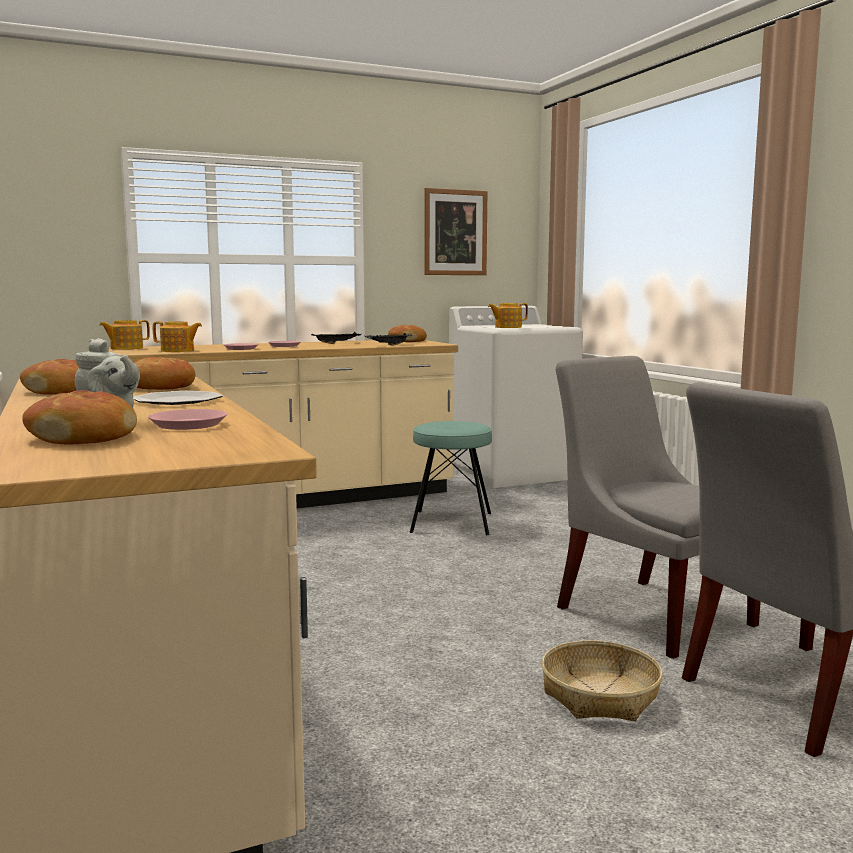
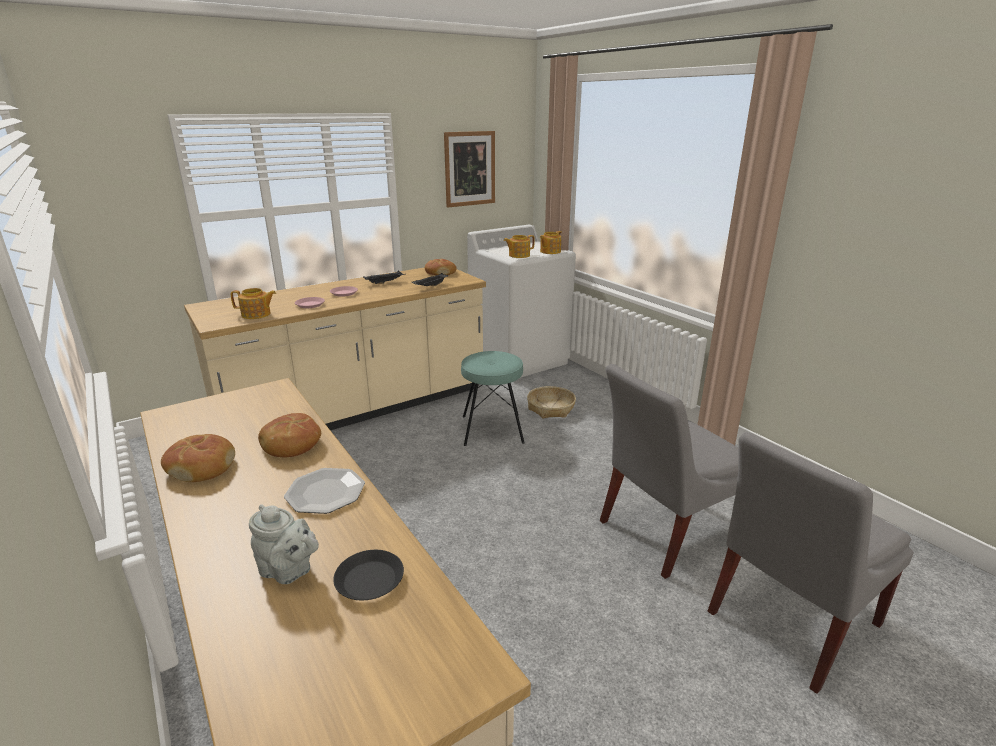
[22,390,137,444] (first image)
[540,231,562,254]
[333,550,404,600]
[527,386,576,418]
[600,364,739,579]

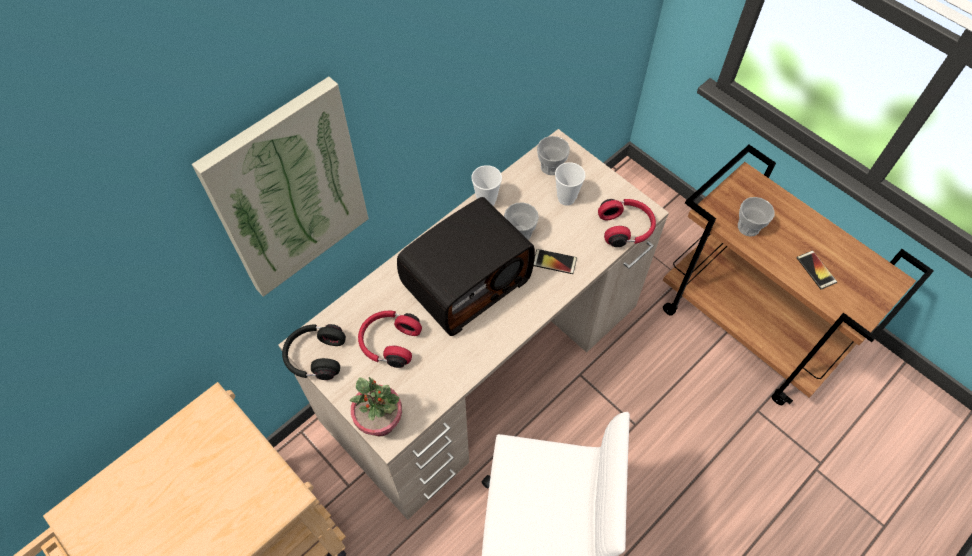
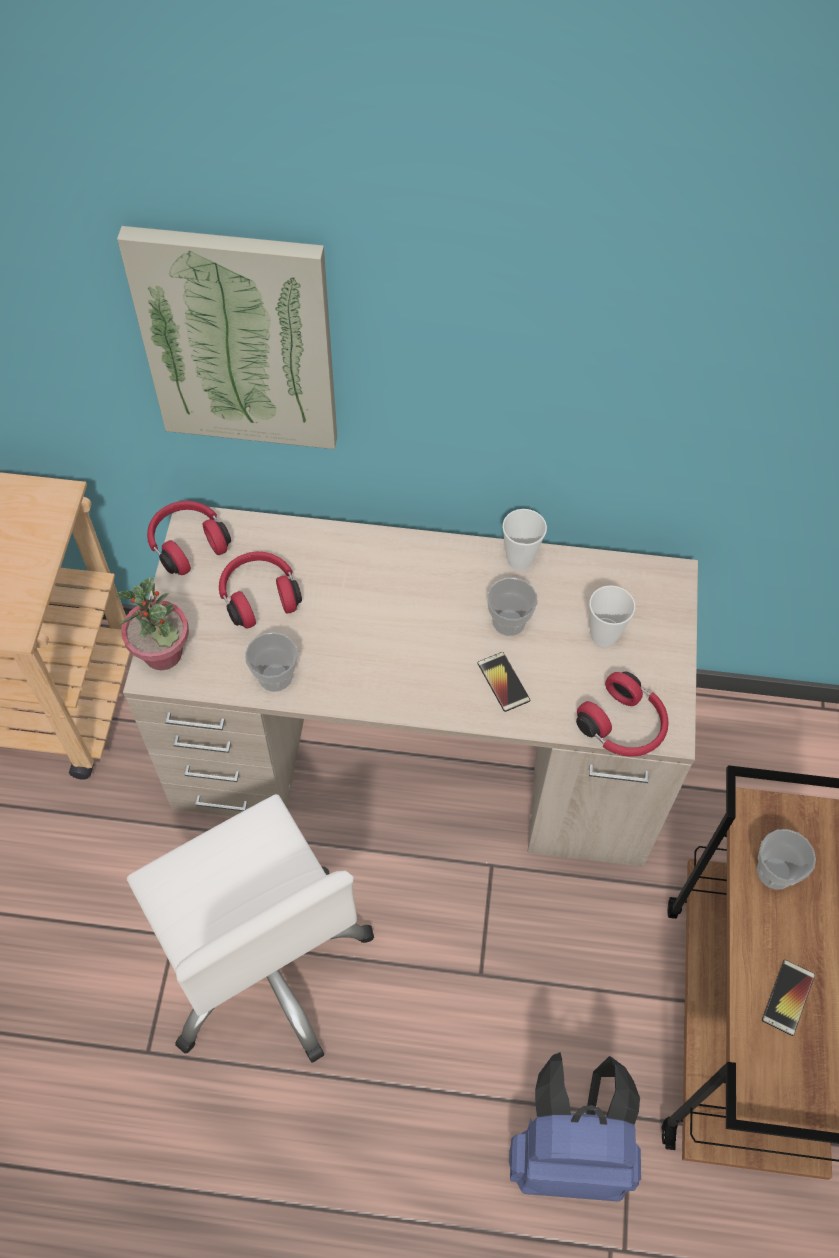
[147,501,231,575]
[397,197,535,336] (first image)
[245,632,297,692]
[509,1052,641,1201]

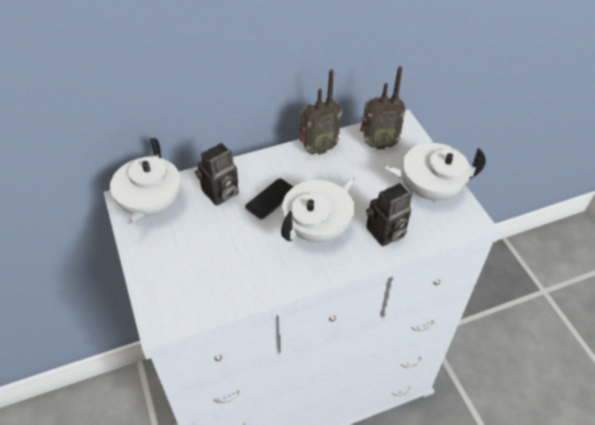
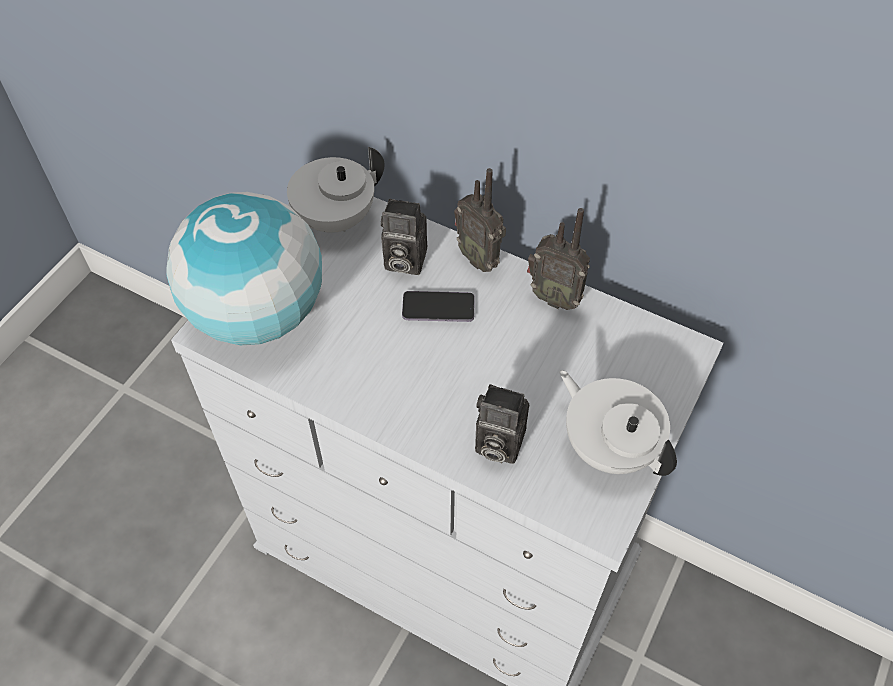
[281,176,355,242] (first image)
[454,168,506,272]
[167,192,322,345]

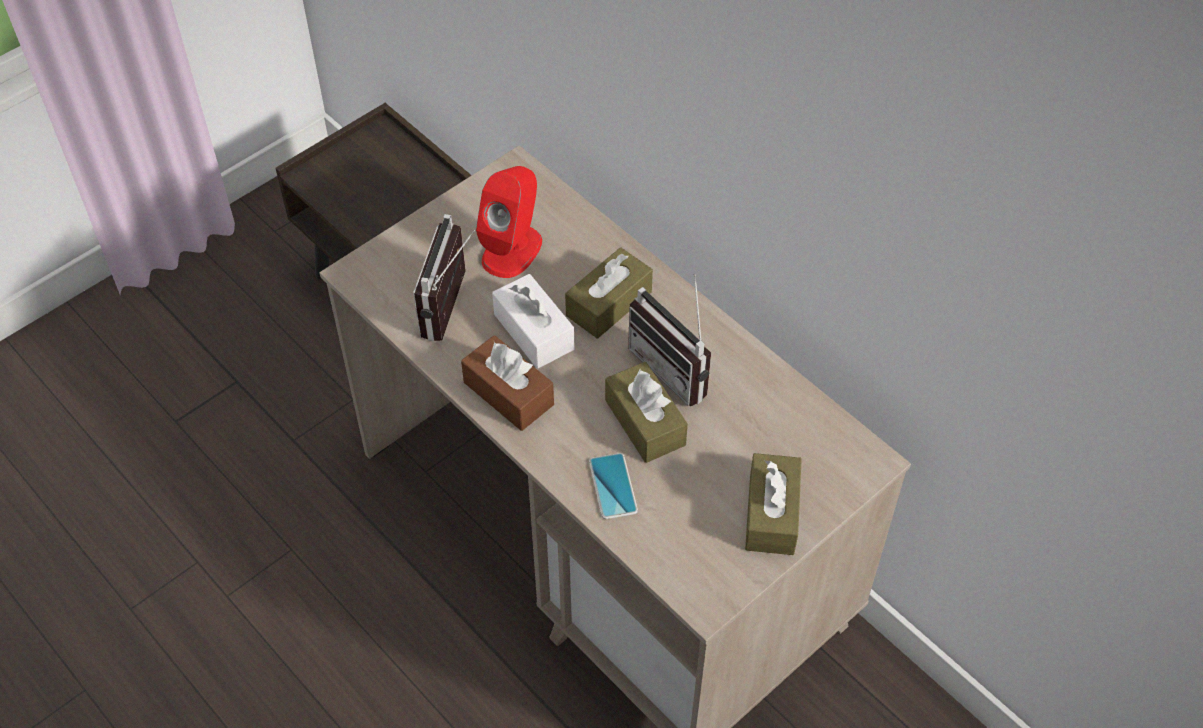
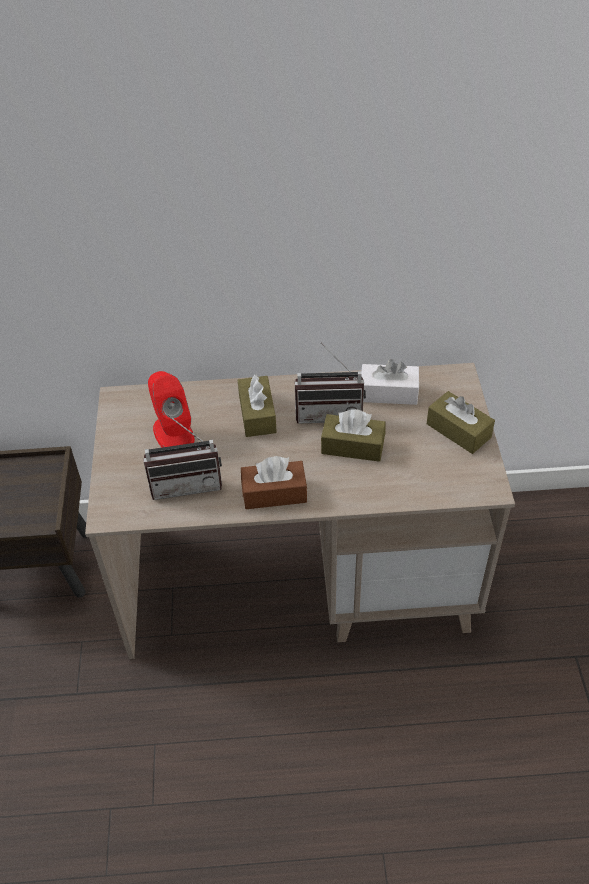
[143,414,222,500]
[361,359,419,405]
[589,453,638,519] (first image)

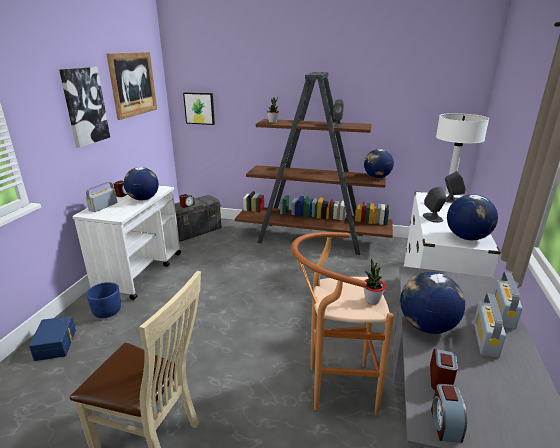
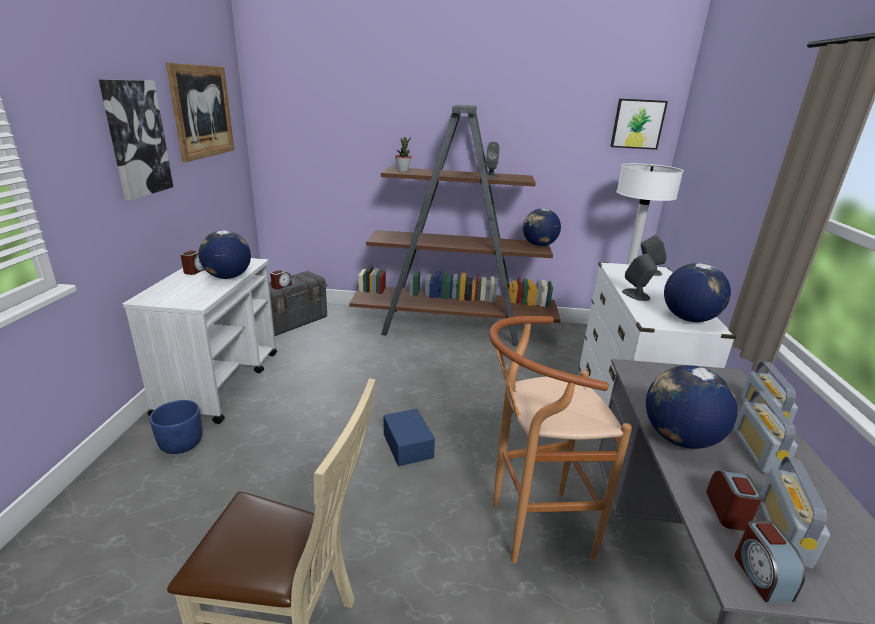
[384,409,435,466]
[760,456,830,569]
[610,99,668,150]
[363,258,386,305] (first image)

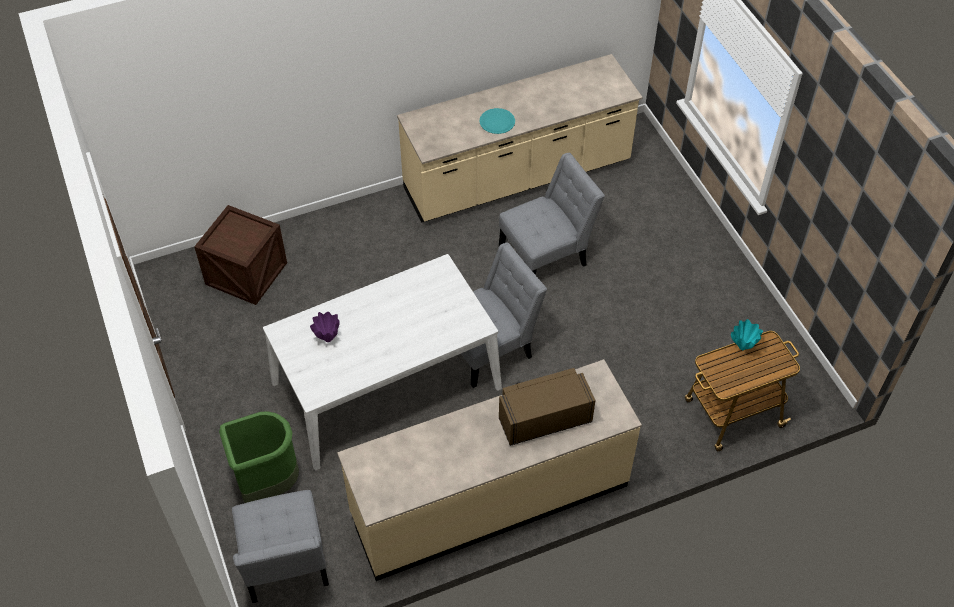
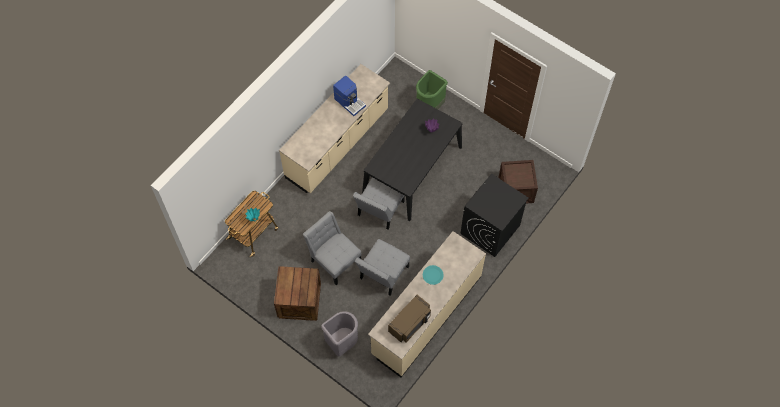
[303,211,362,285]
[362,99,462,221]
[388,295,431,342]
[274,266,321,321]
[321,311,358,356]
[333,76,366,116]
[460,174,529,257]

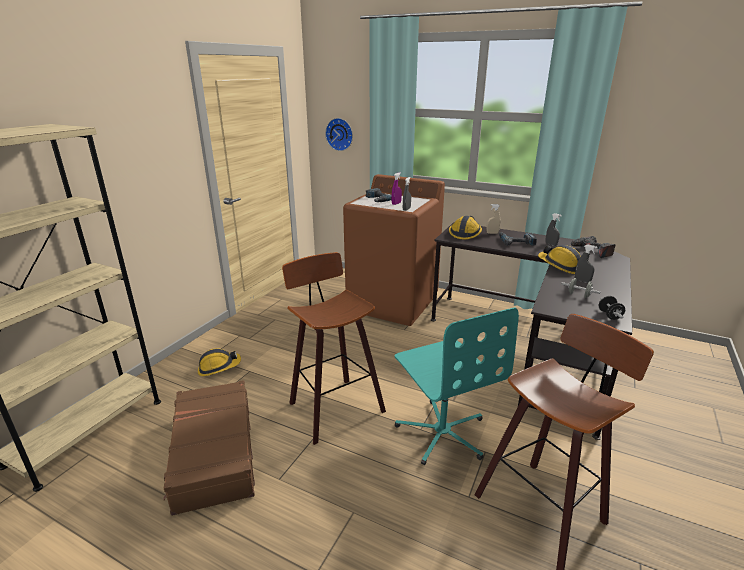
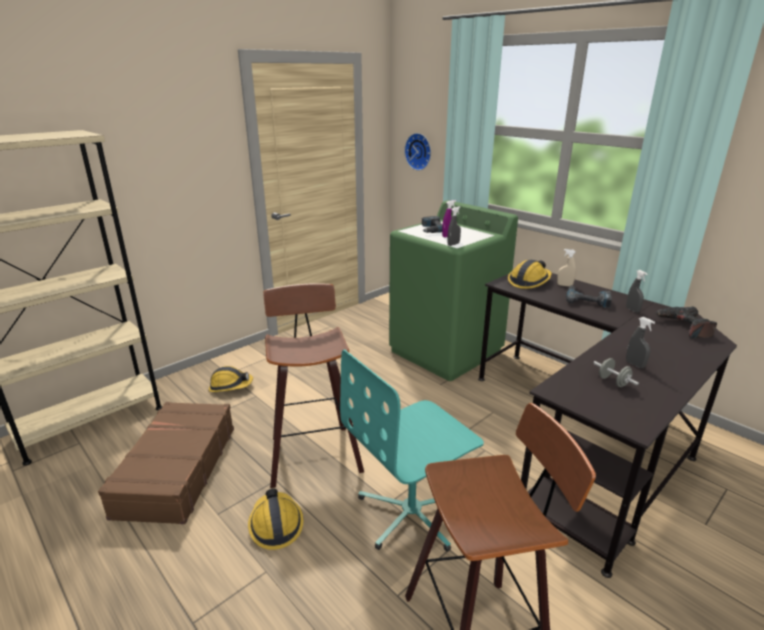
[389,200,518,381]
[340,349,484,552]
[248,489,304,550]
[599,296,625,320] (first image)

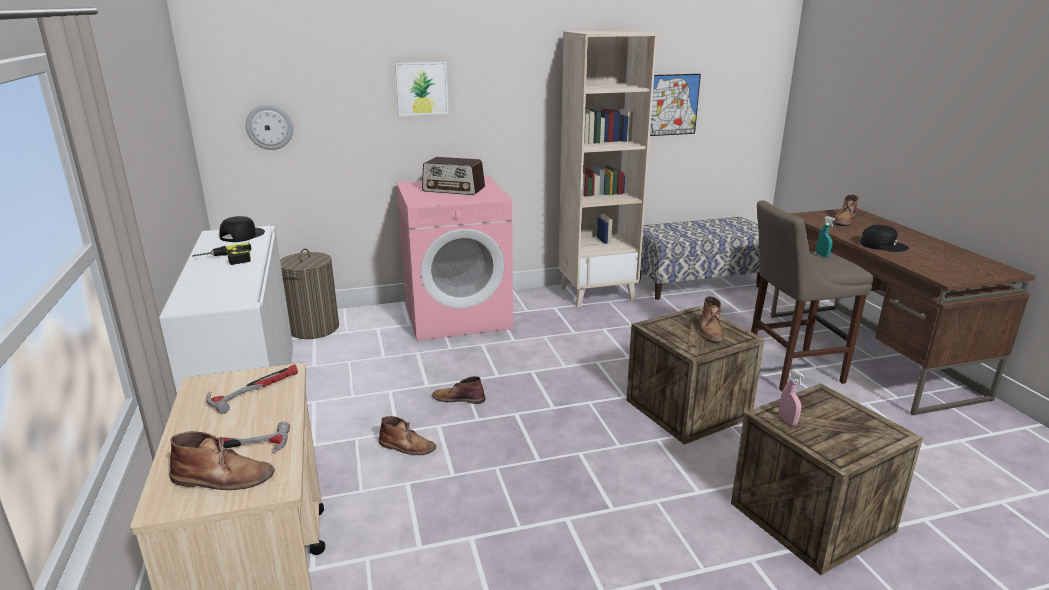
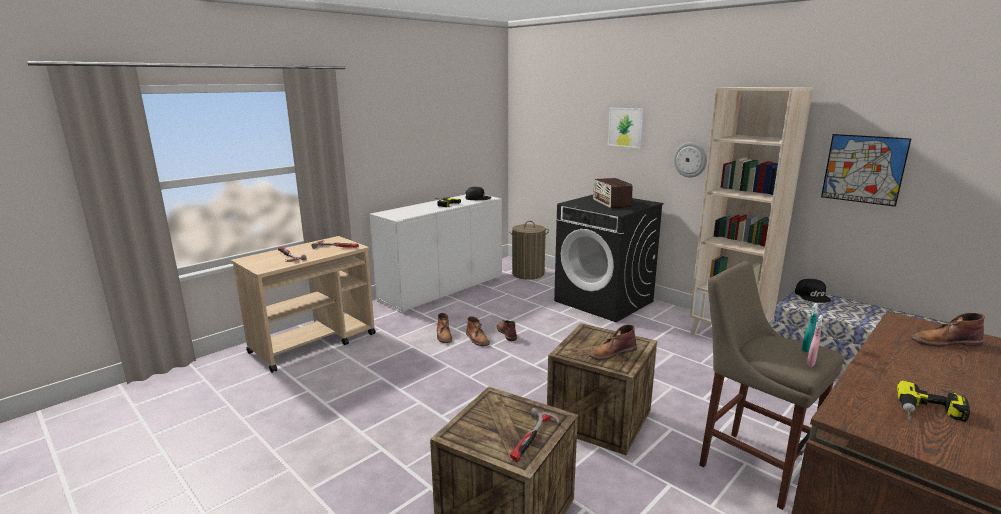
[466,316,490,346]
[674,142,707,178]
[554,195,664,322]
[806,315,823,367]
[795,279,831,303]
[510,408,560,462]
[897,380,970,422]

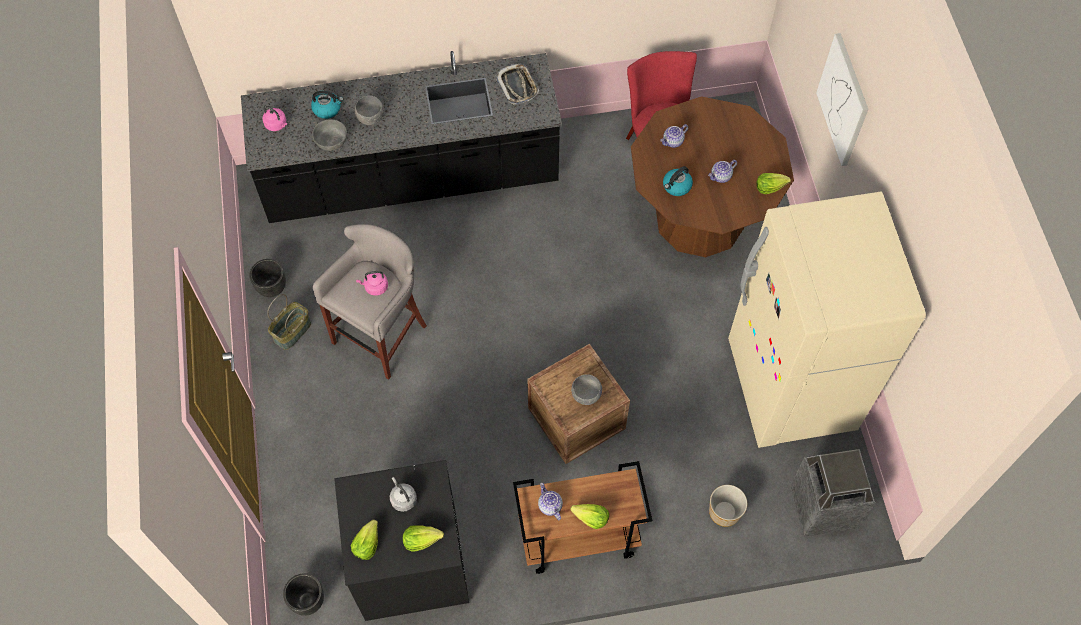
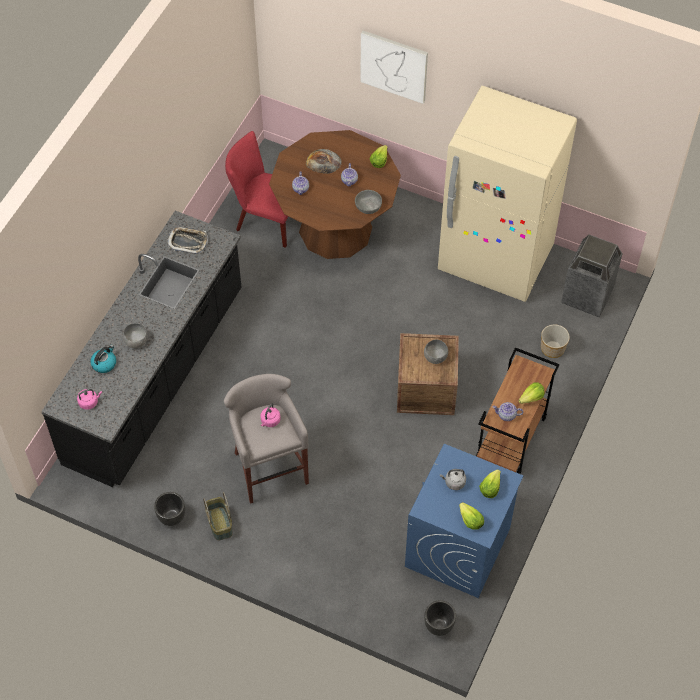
[355,190,382,214]
[405,444,523,598]
[663,166,693,196] (first image)
[306,149,342,174]

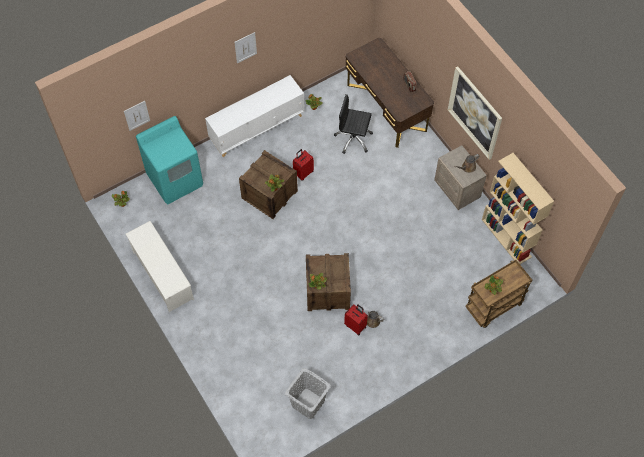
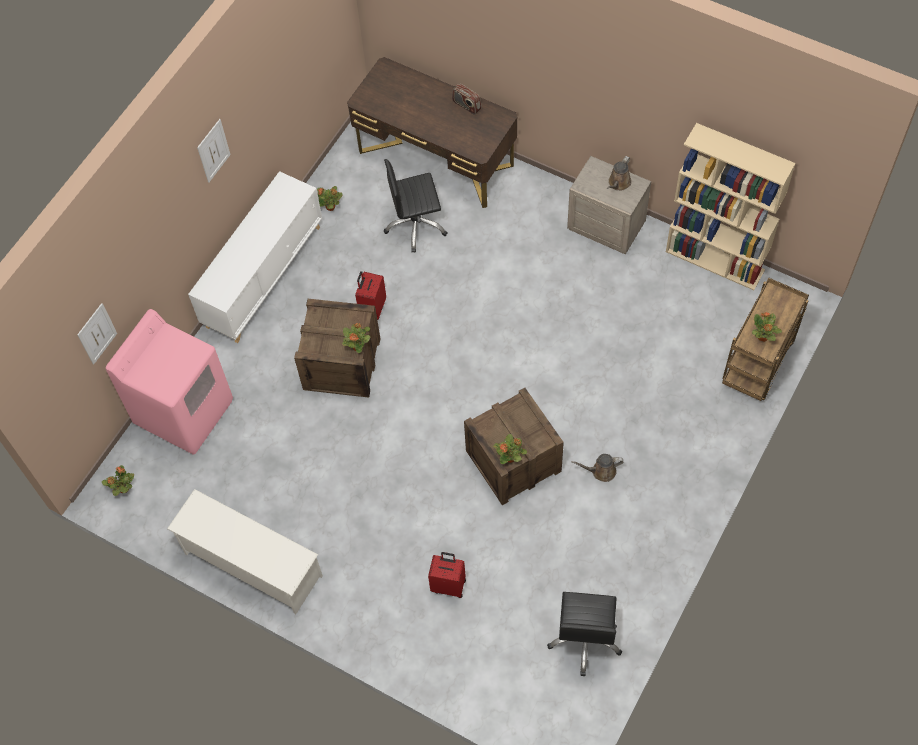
[106,309,233,455]
[547,592,622,676]
[428,552,466,598]
[448,67,502,160] (first image)

